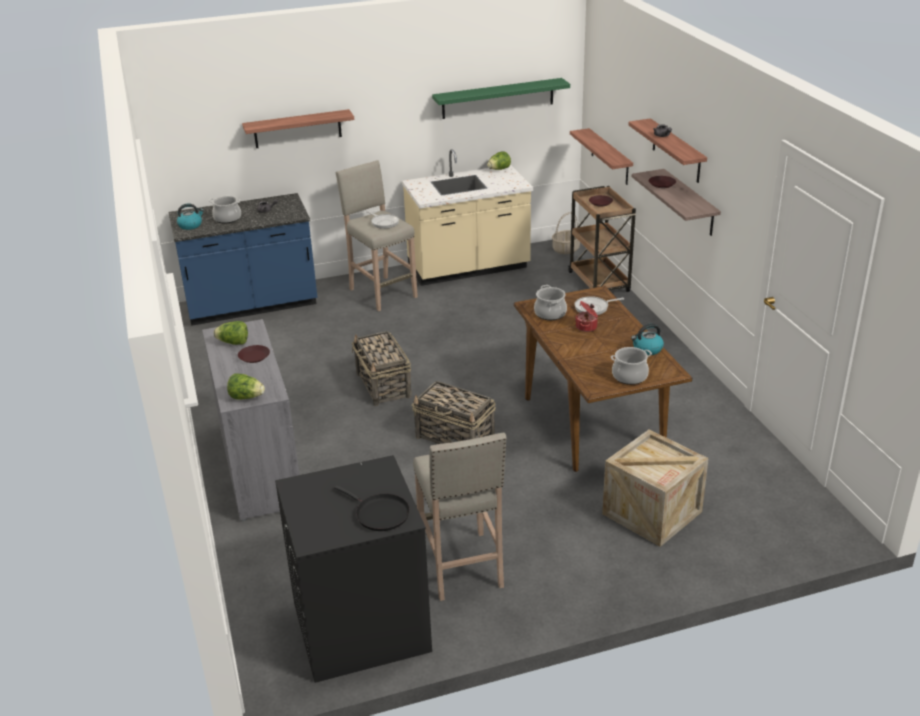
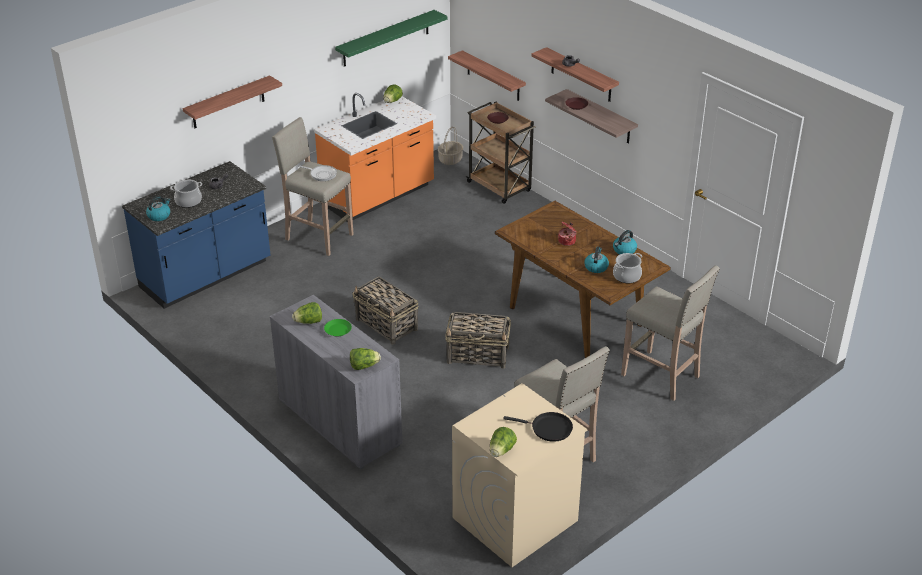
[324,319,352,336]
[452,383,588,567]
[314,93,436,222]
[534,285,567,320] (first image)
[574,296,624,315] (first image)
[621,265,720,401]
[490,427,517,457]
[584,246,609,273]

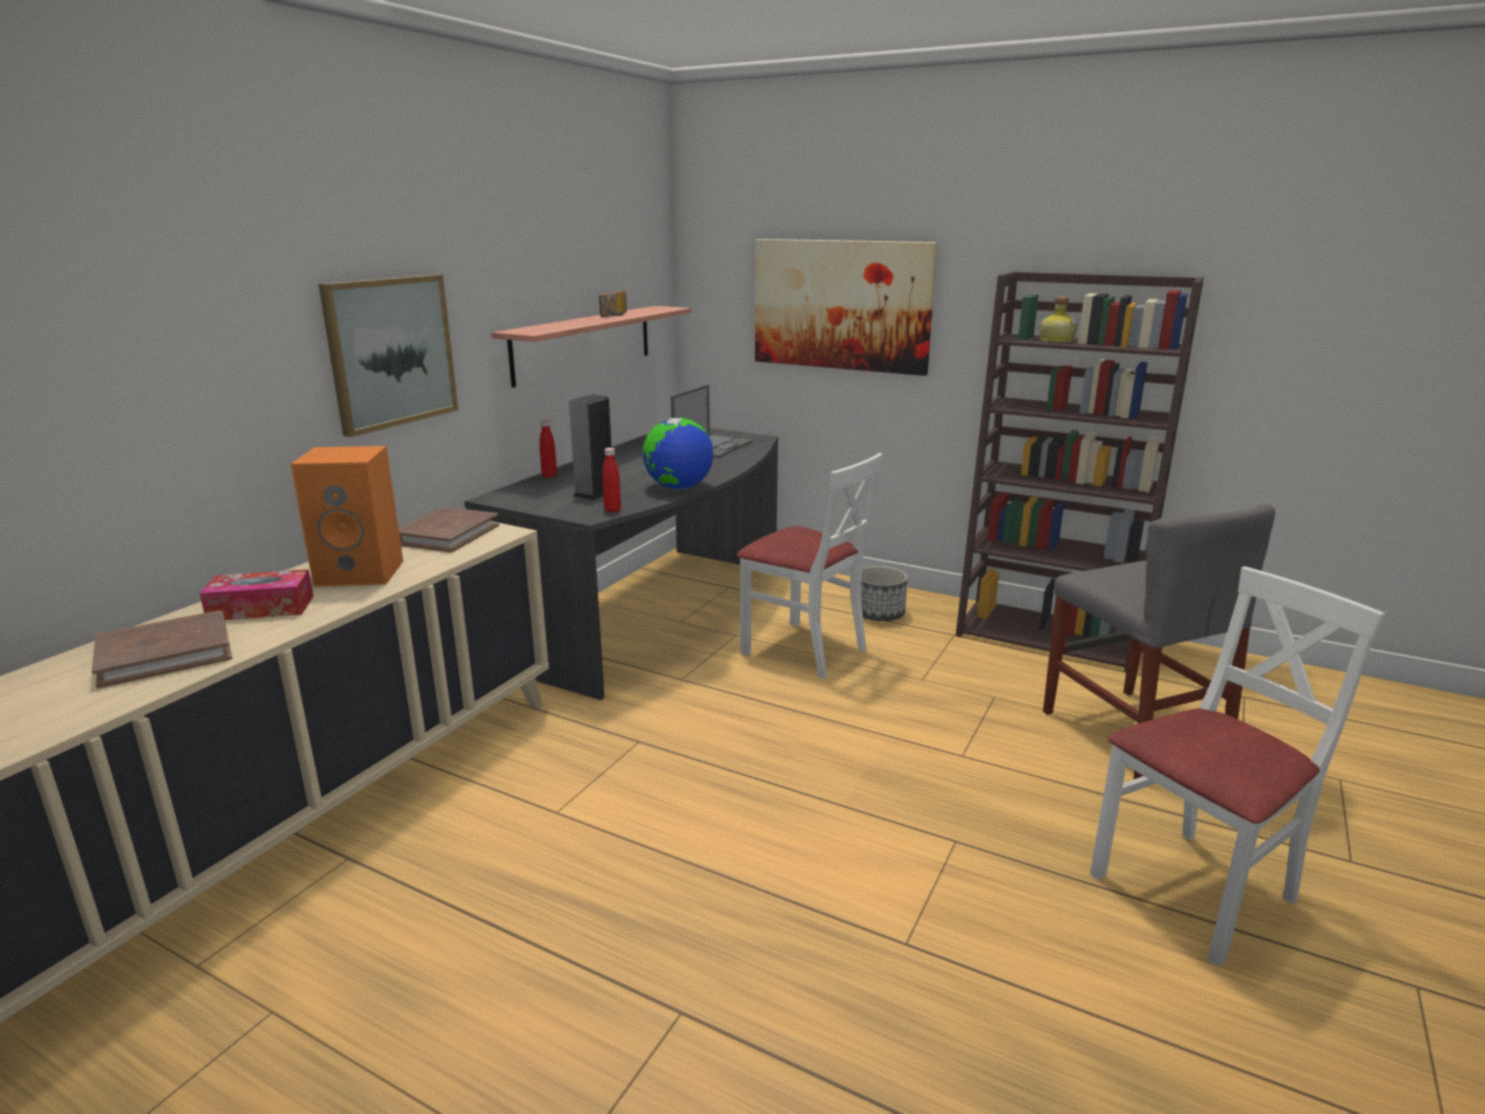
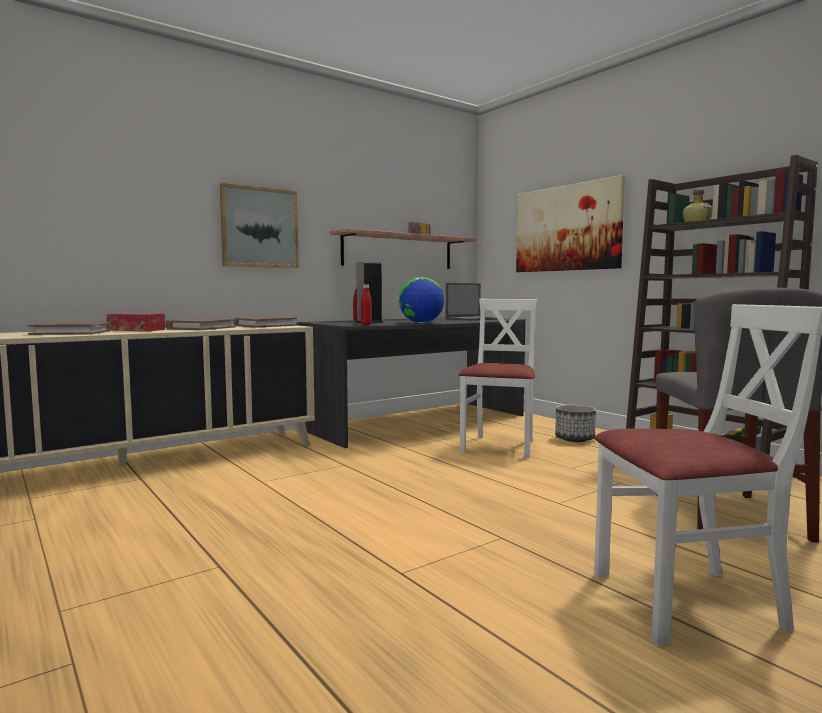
[165,318,236,330]
[458,299,537,458]

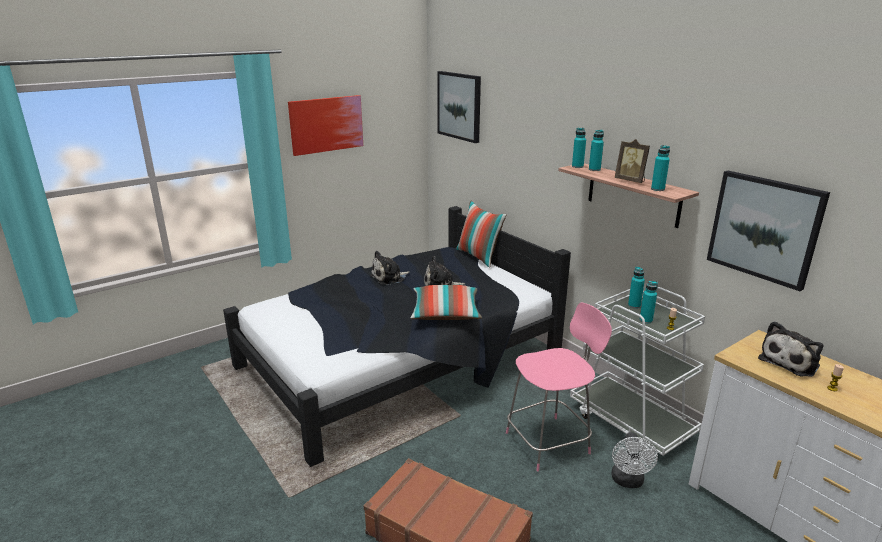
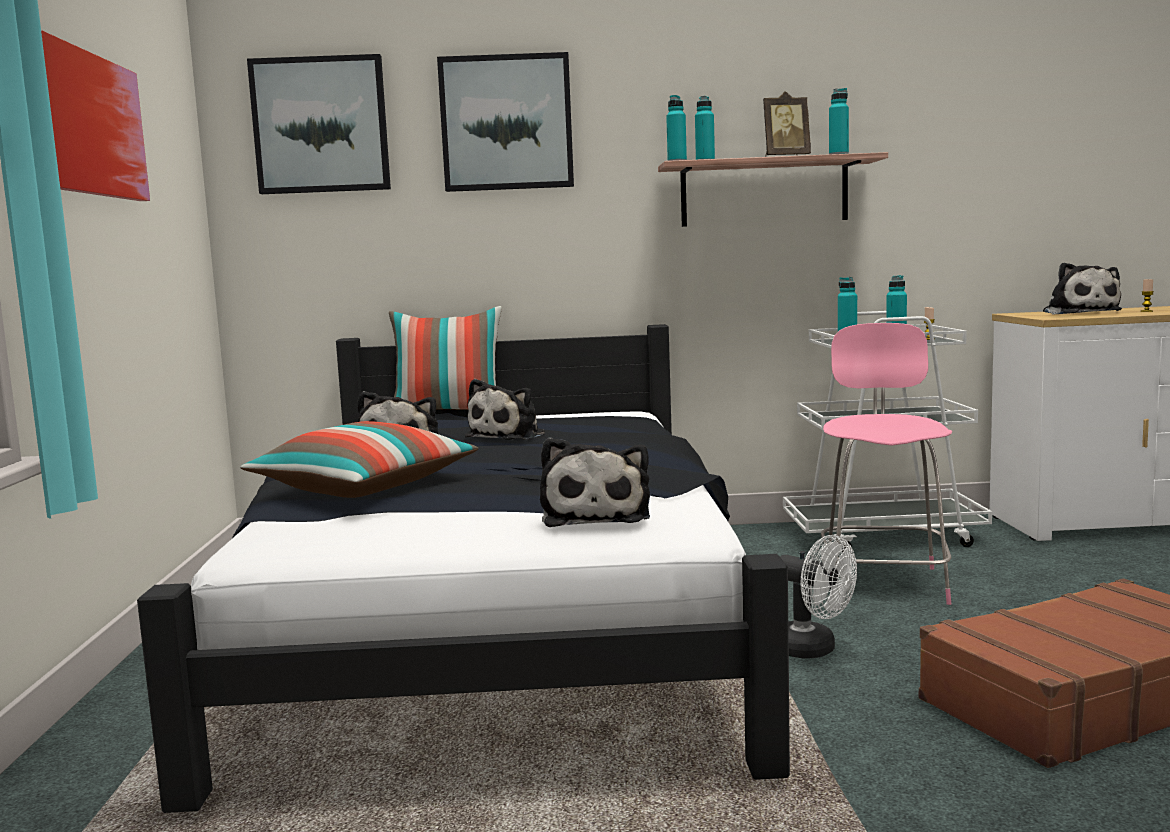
[240,421,478,498]
[780,535,857,659]
[437,52,574,192]
[540,437,650,527]

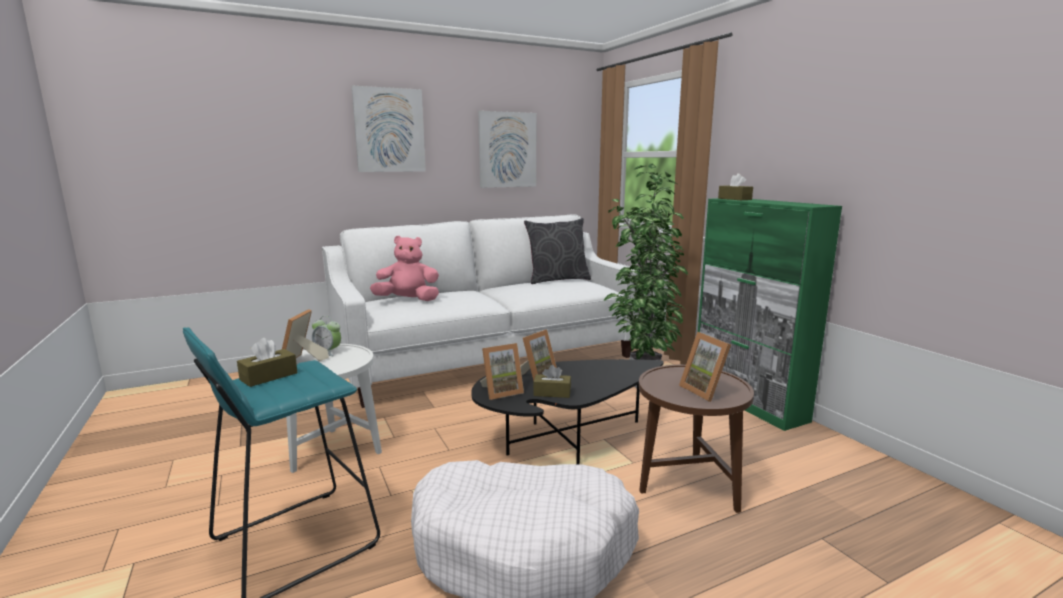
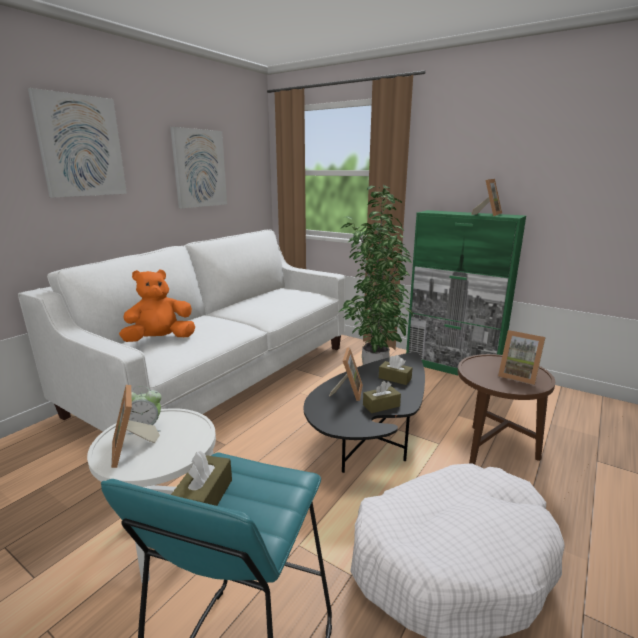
[119,270,195,342]
[471,179,502,216]
[524,218,591,284] (first image)
[379,355,412,385]

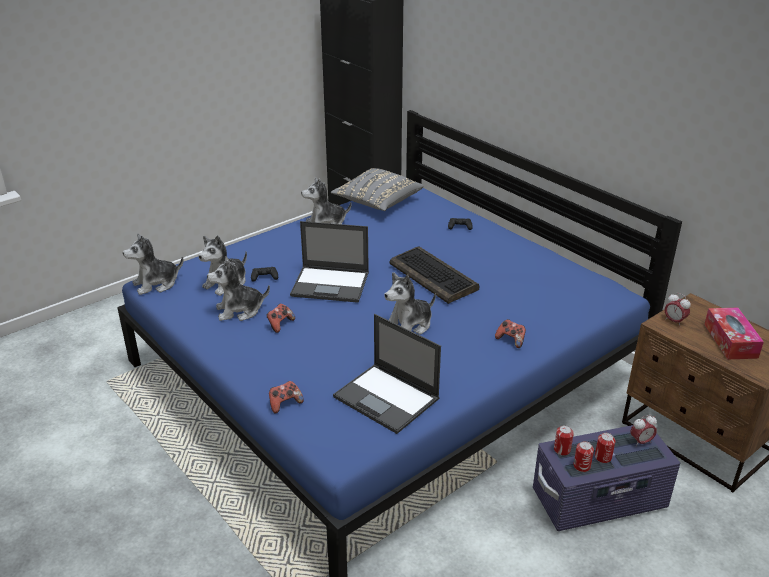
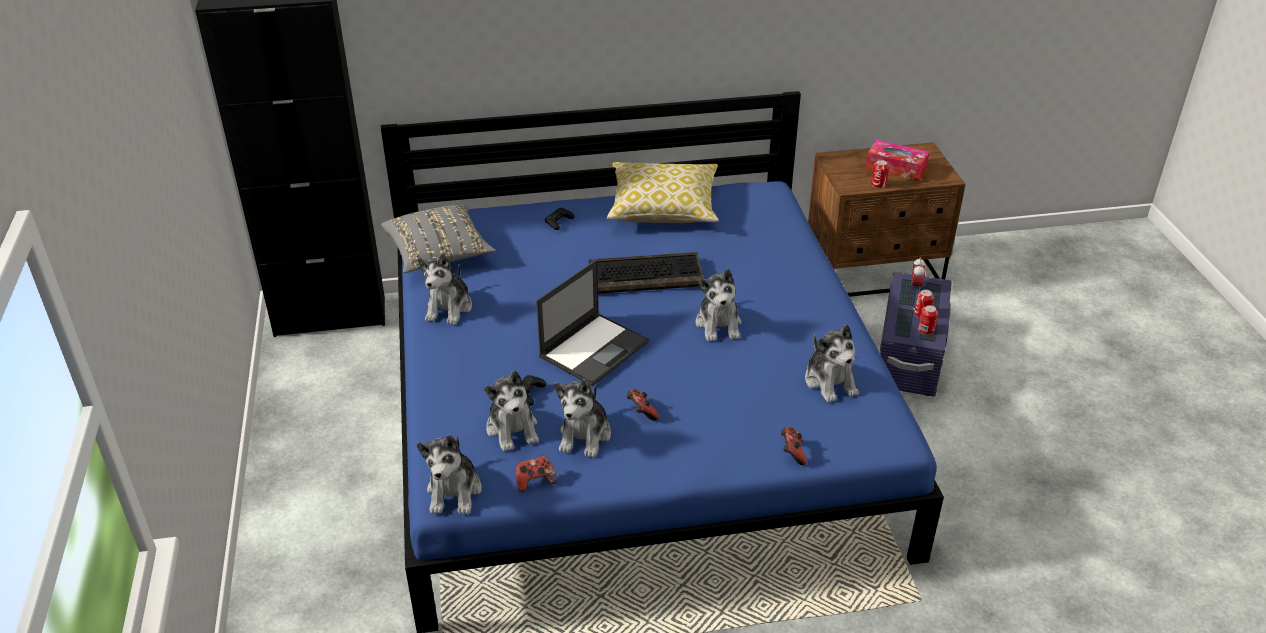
[805,324,859,402]
[516,456,557,492]
[871,160,889,188]
[665,293,691,325] (first image)
[607,162,719,223]

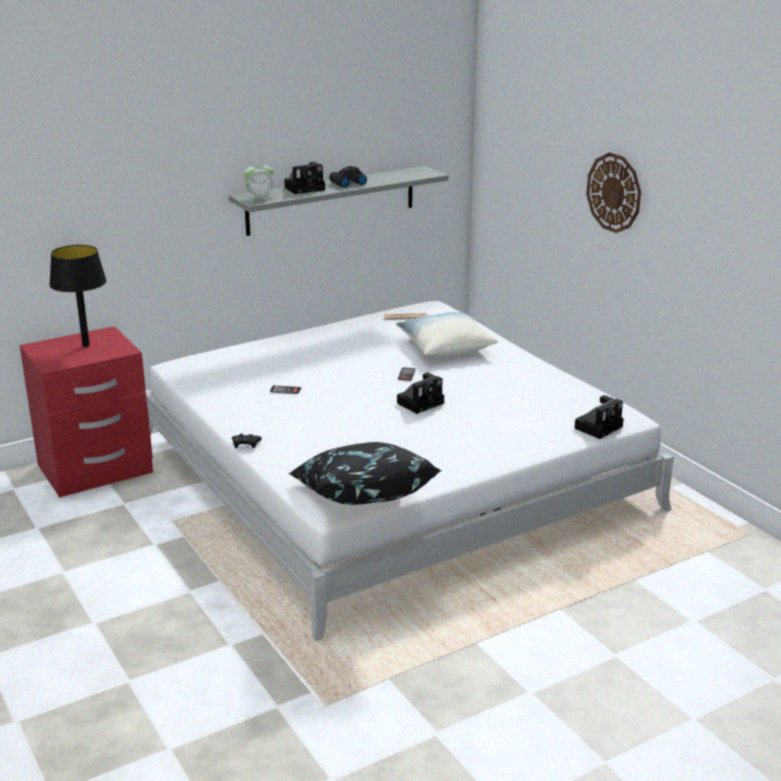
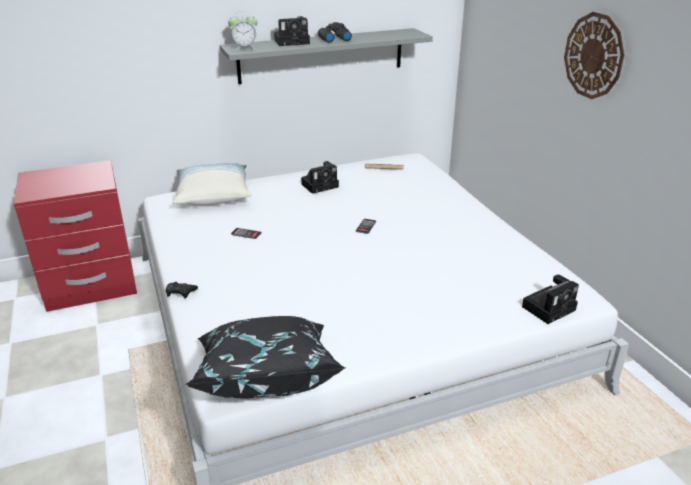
[49,245,107,347] (first image)
[173,163,251,205]
[301,161,339,194]

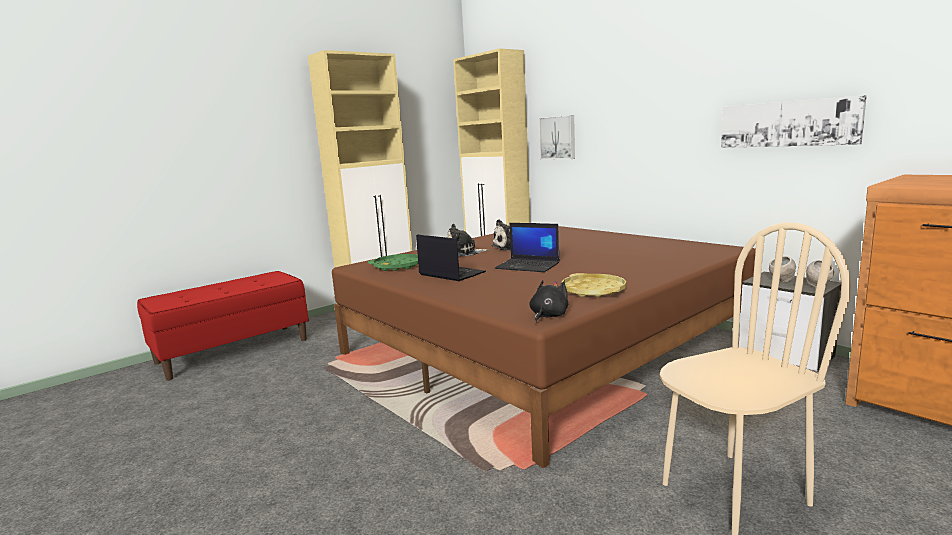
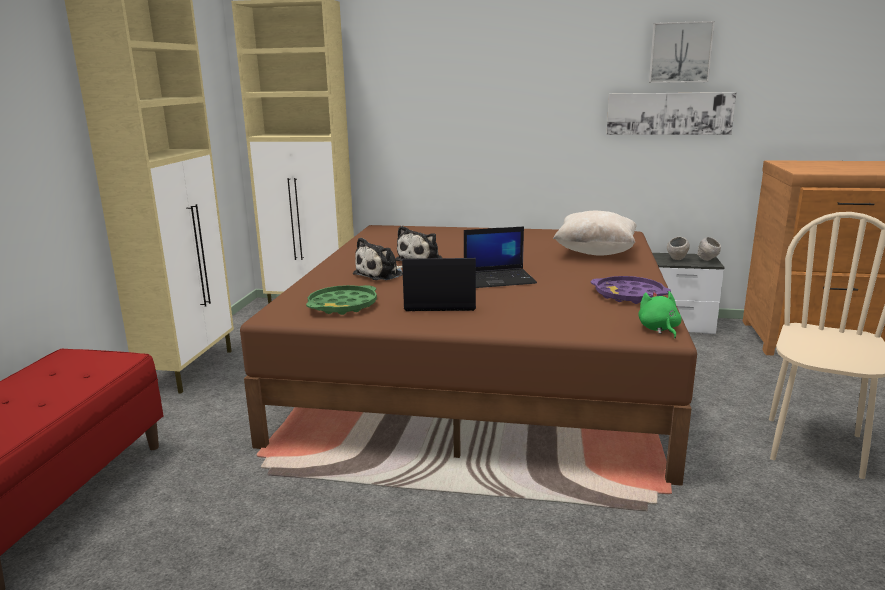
[638,291,682,338]
[649,21,715,83]
[591,276,671,304]
[553,211,637,256]

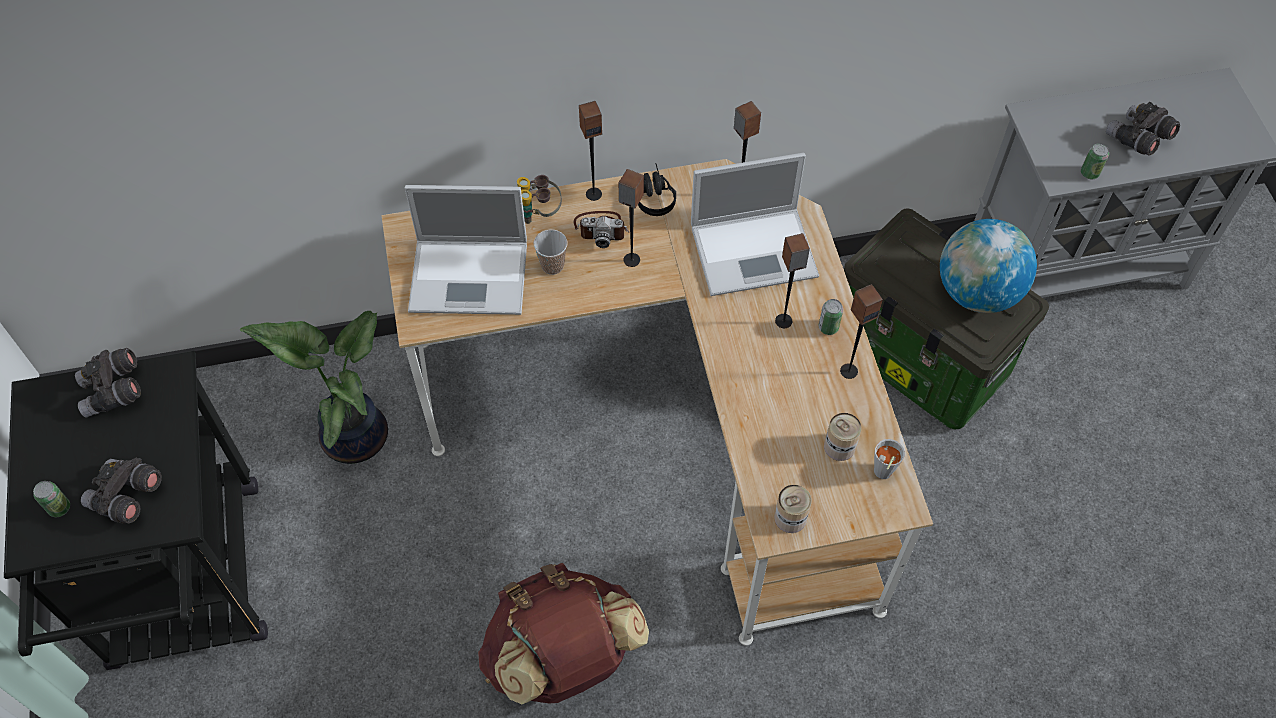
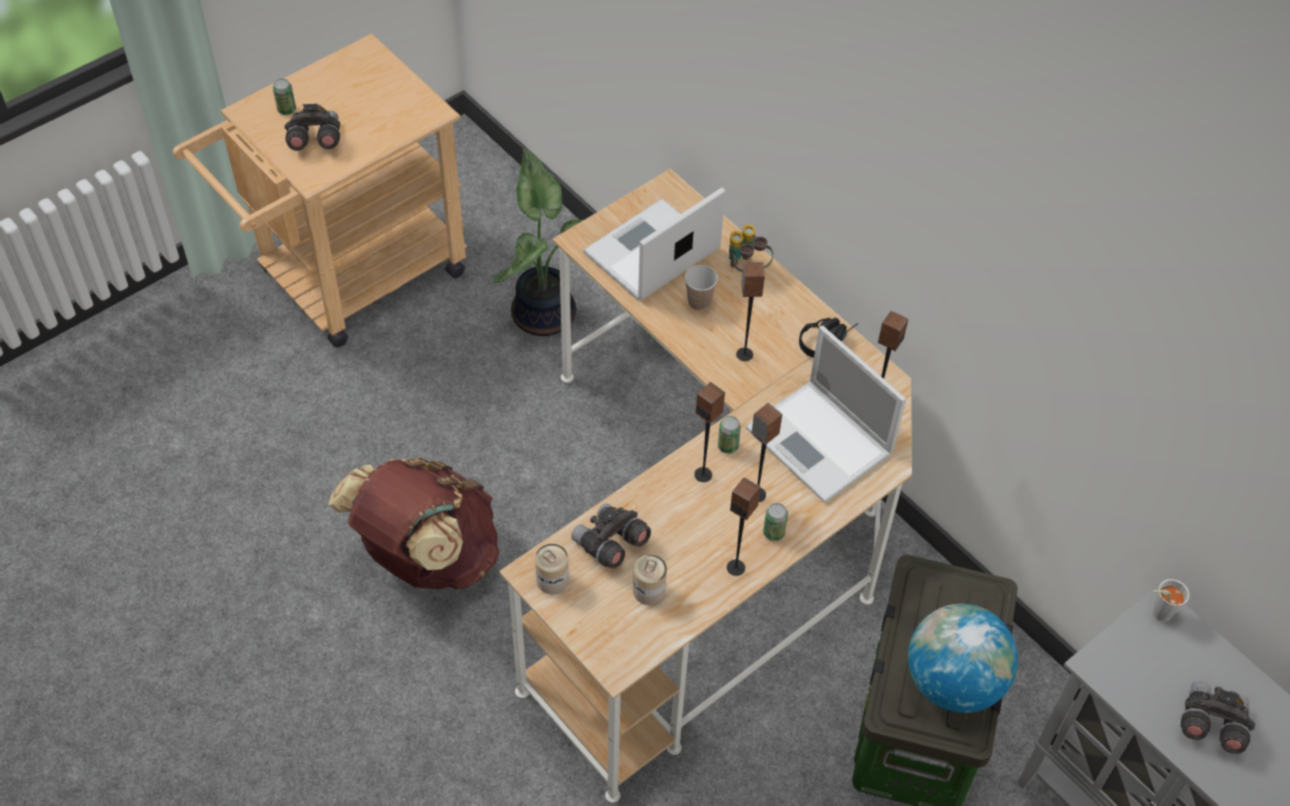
[173,34,467,347]
[571,504,651,568]
[583,188,725,300]
[574,211,629,248] (first image)
[694,382,725,482]
[1153,579,1189,622]
[718,416,741,454]

